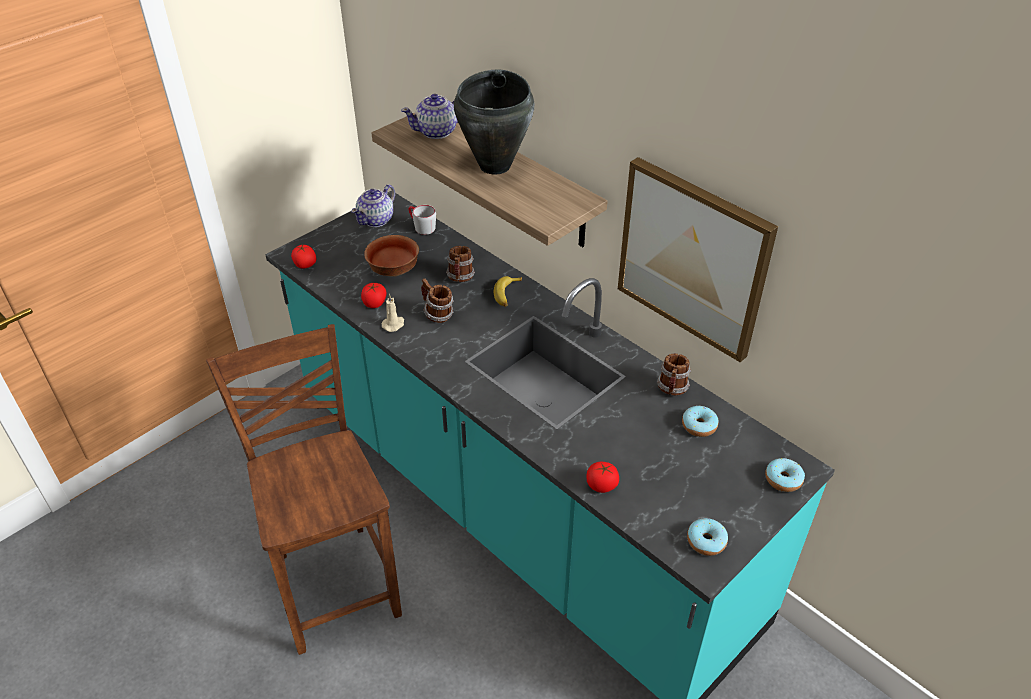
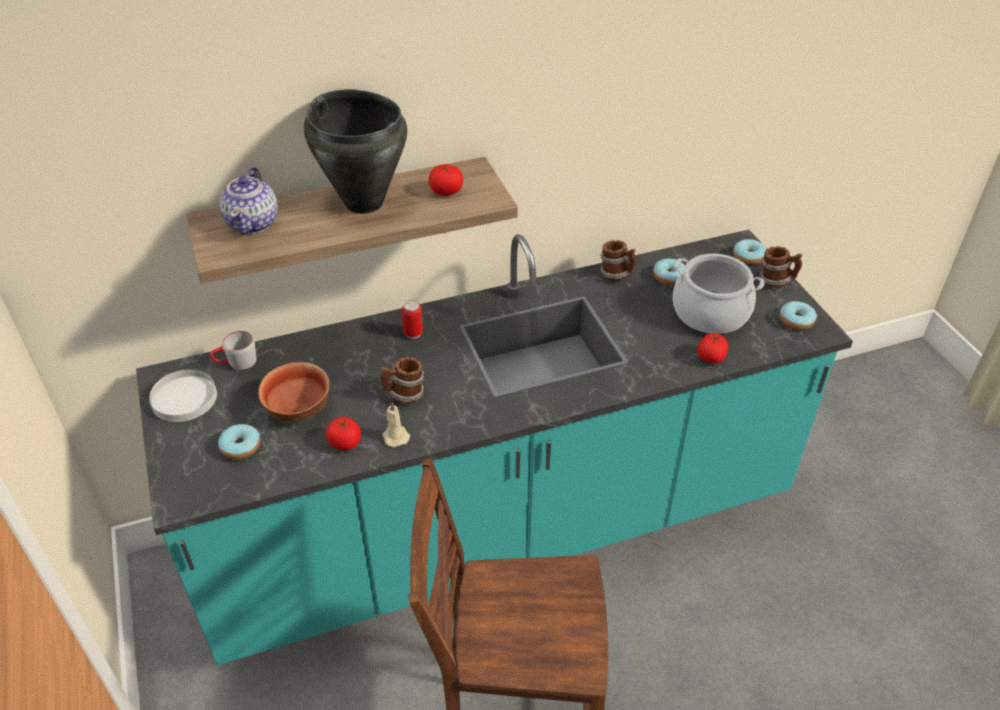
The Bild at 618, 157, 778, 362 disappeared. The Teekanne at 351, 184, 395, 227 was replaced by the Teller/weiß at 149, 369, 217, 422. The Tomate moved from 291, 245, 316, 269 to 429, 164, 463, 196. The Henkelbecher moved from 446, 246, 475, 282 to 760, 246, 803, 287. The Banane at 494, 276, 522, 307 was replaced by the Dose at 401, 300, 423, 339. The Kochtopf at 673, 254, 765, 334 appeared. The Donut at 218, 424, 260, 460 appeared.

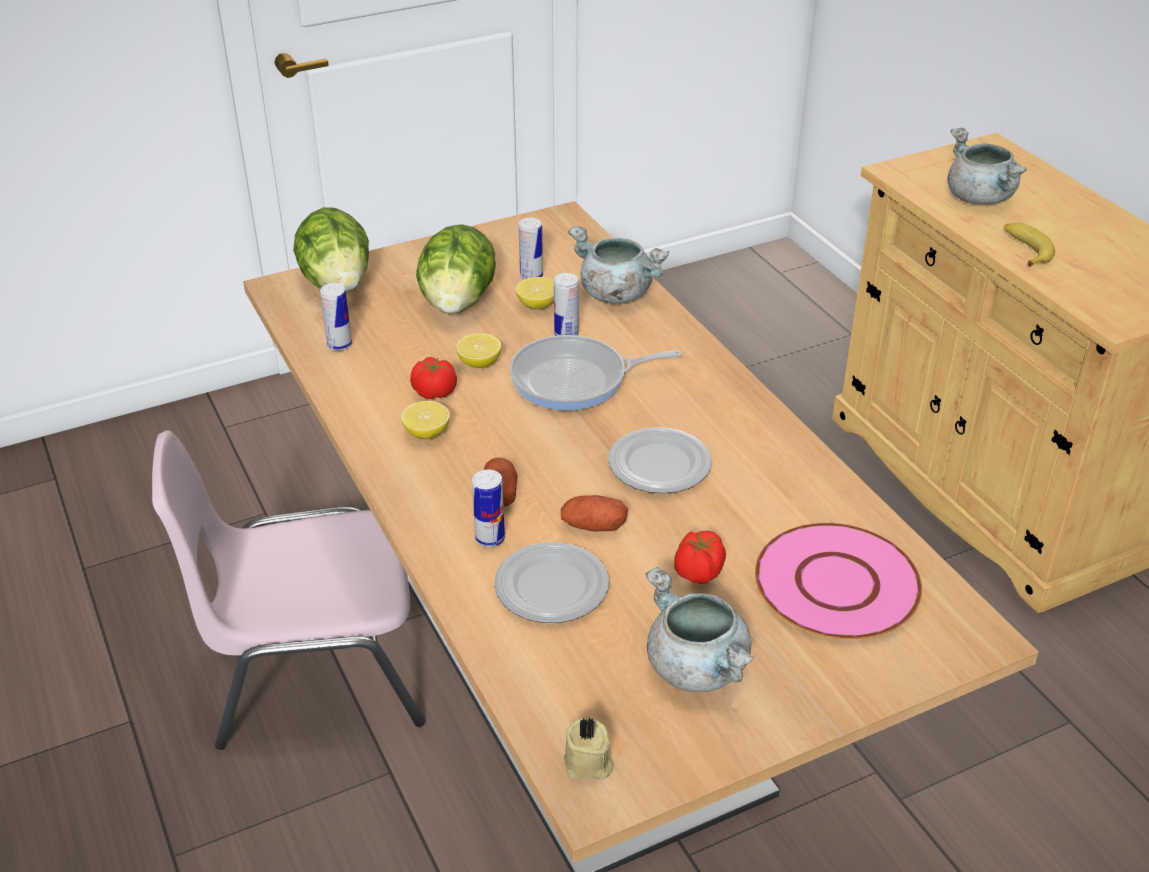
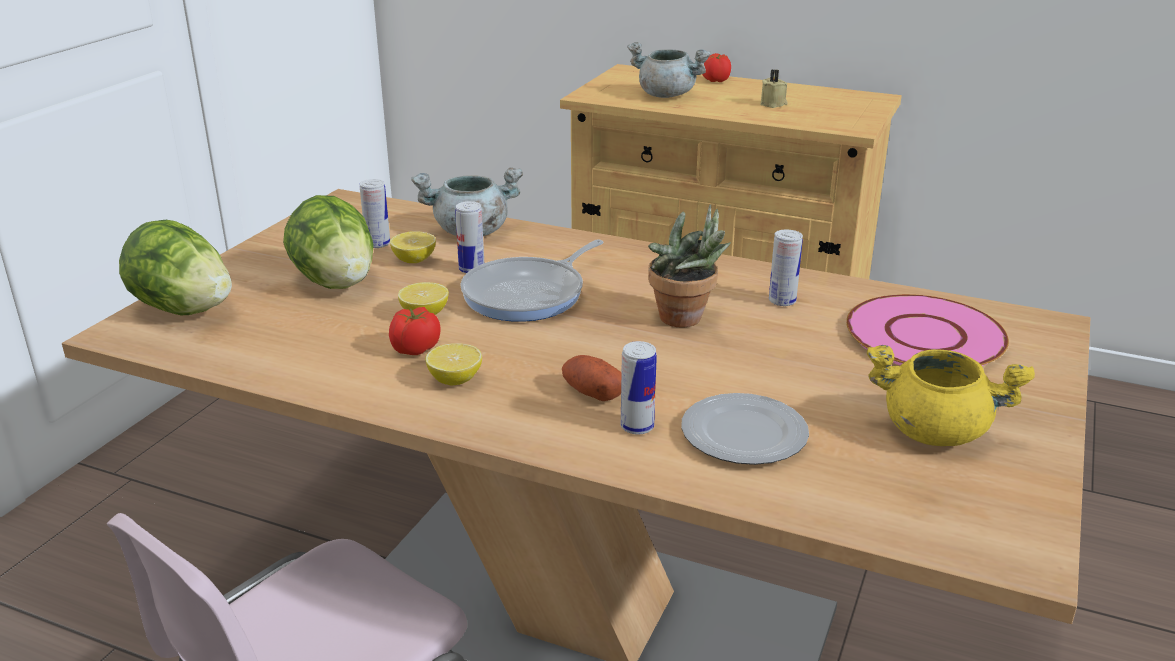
The Banane at 1004, 223, 1055, 267 disappeared. The Dose moved from 320, 283, 352, 351 to 769, 229, 803, 306. The Teller at 608, 427, 712, 494 was replaced by the Topfpflanze at 648, 204, 731, 327. The Kartoffel at 561, 495, 628, 532 disappeared. The Tomate moved from 674, 531, 726, 584 to 702, 53, 731, 82. The Kochtopf/grau at 646, 567, 755, 692 became the Kochtopf/gelb at 867, 345, 1035, 446. The Kerze/beige moved from 564, 717, 614, 780 to 760, 69, 788, 108.

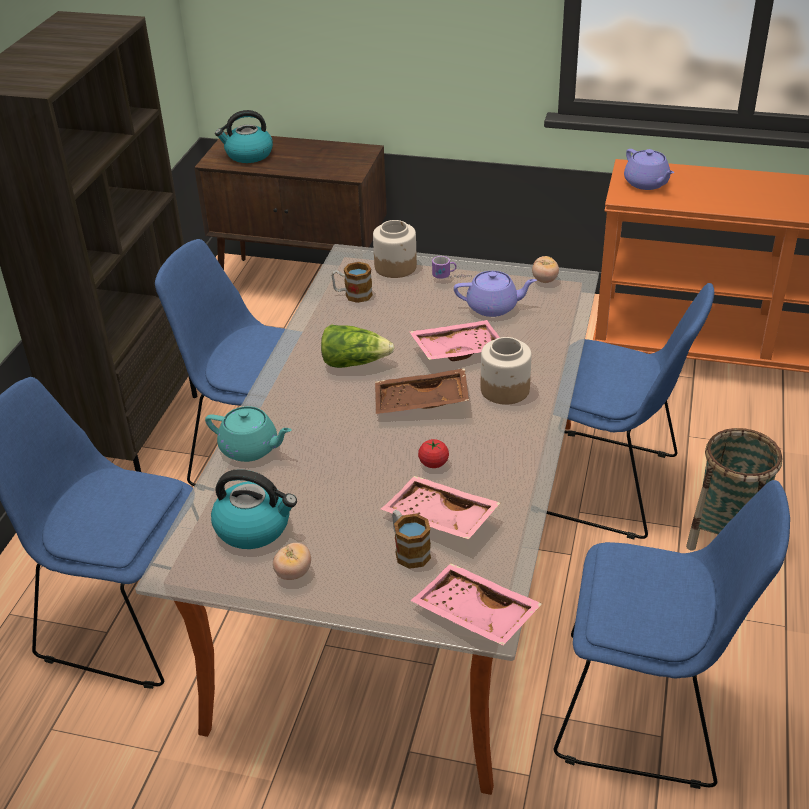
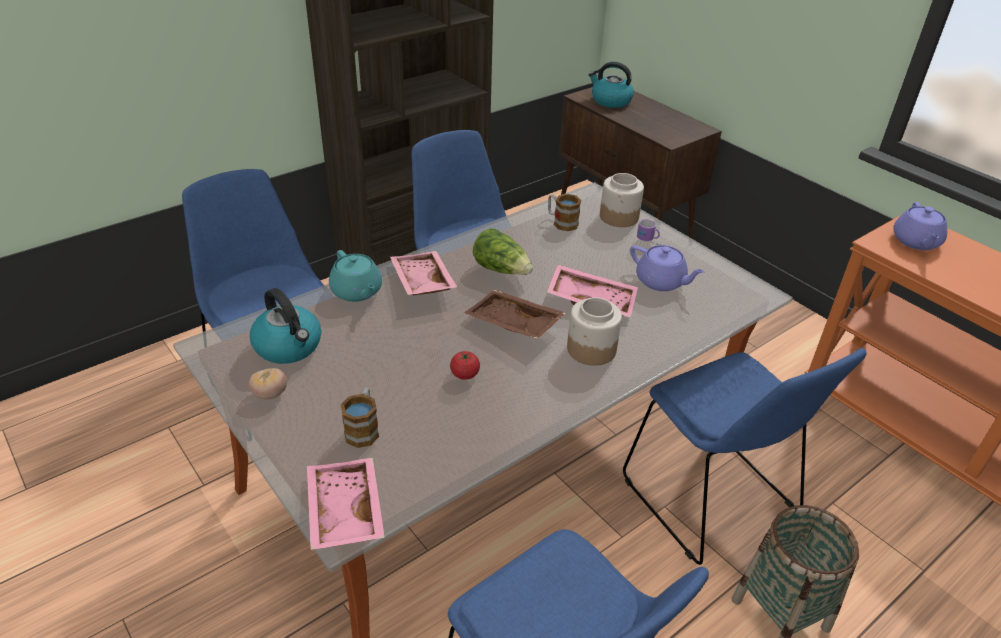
The Tomate at 532, 256, 559, 283 disappeared. The Tablett/rosa moved from 381, 476, 500, 540 to 390, 251, 457, 295.

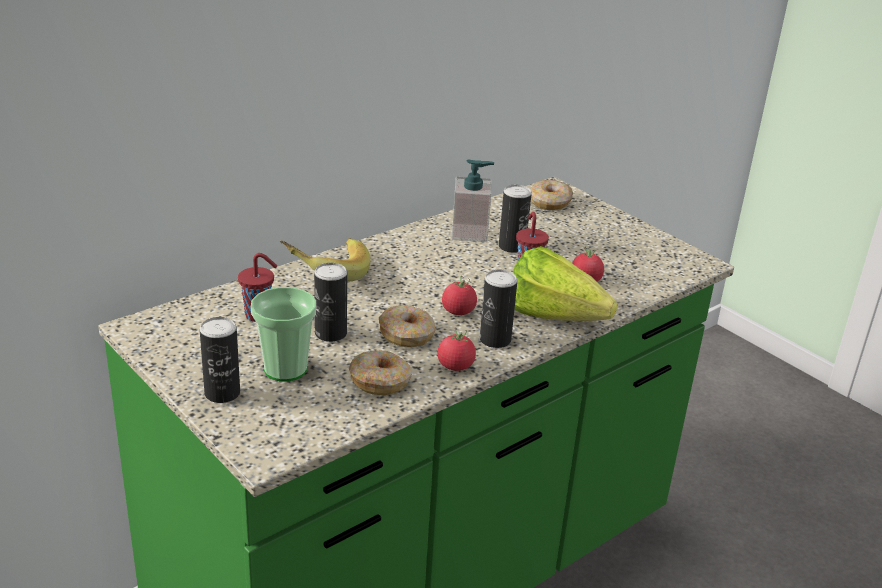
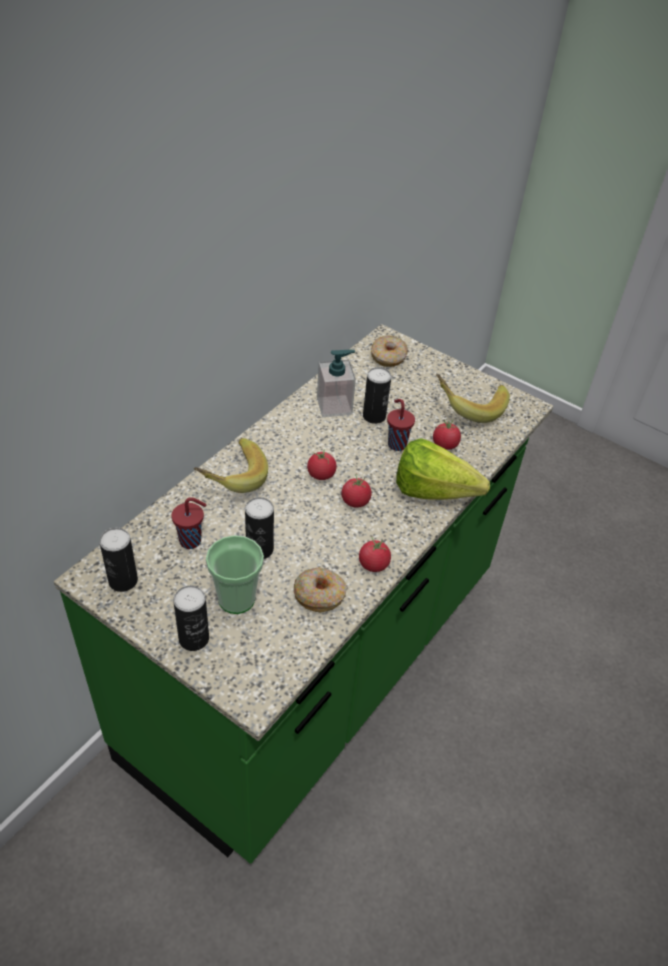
The Dose moved from 480, 269, 518, 348 to 99, 528, 138, 592. The Donut at 379, 305, 436, 347 disappeared. The Banane at 436, 374, 510, 423 appeared. The Tomate at 307, 449, 337, 480 appeared.

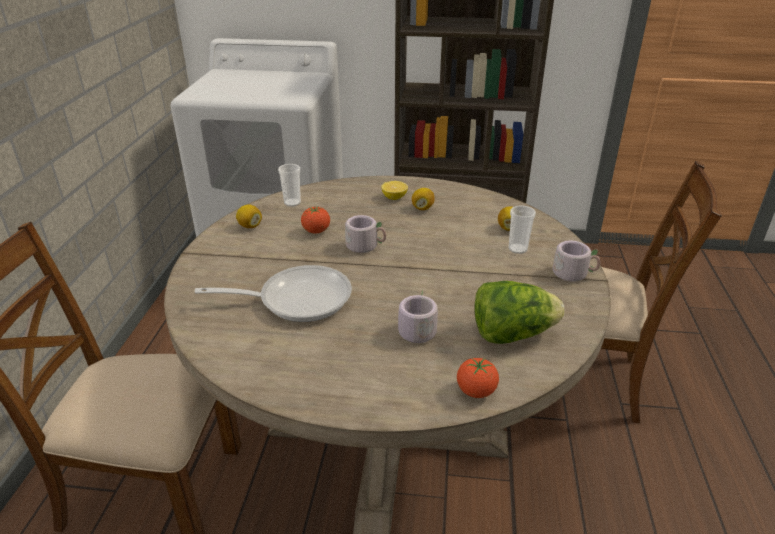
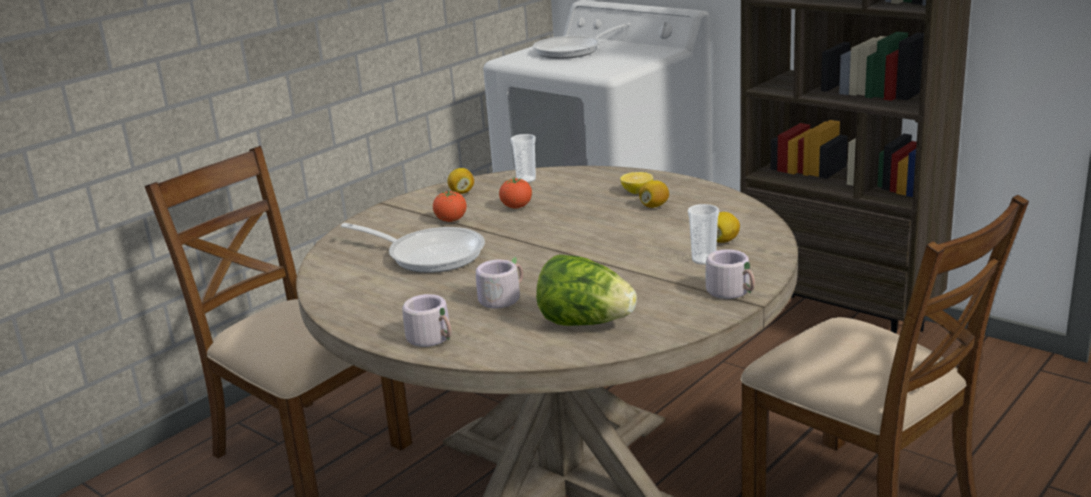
The Henkelbecher/grau moved from 345, 215, 386, 253 to 402, 294, 452, 347. The Tomate moved from 457, 358, 499, 398 to 433, 191, 467, 222. The Pfanne at 533, 23, 631, 59 appeared.

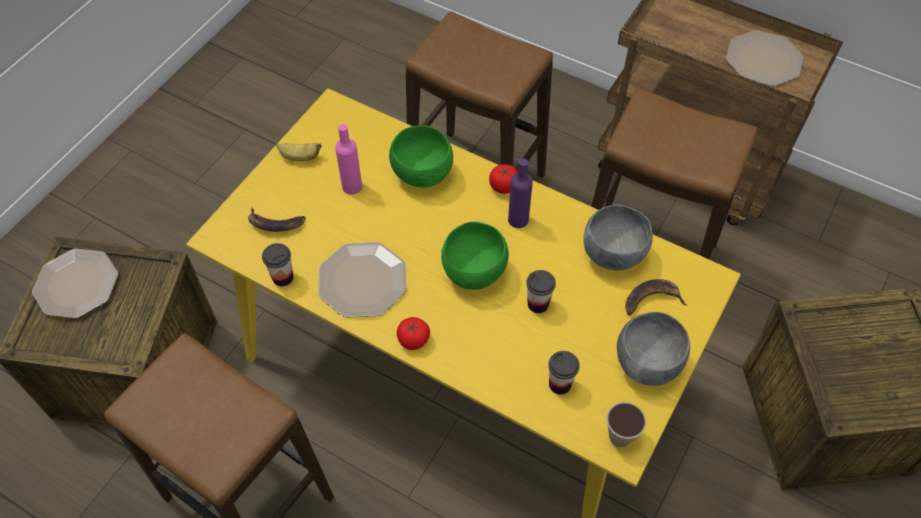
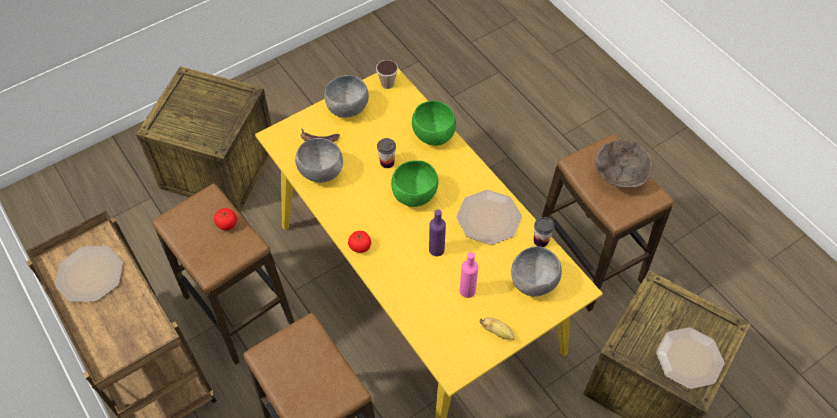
The Schüssel/grün moved from 389, 125, 453, 187 to 412, 101, 456, 146. The Flasche/lila moved from 508, 158, 533, 228 to 429, 209, 446, 256. The Banane at 248, 207, 306, 232 was replaced by the Schüssel/grau at 511, 246, 562, 297. The Tomate moved from 397, 317, 430, 350 to 214, 208, 237, 230. The Tasse at 548, 351, 580, 395 disappeared. The Schüssel/braun at 595, 140, 653, 188 appeared.

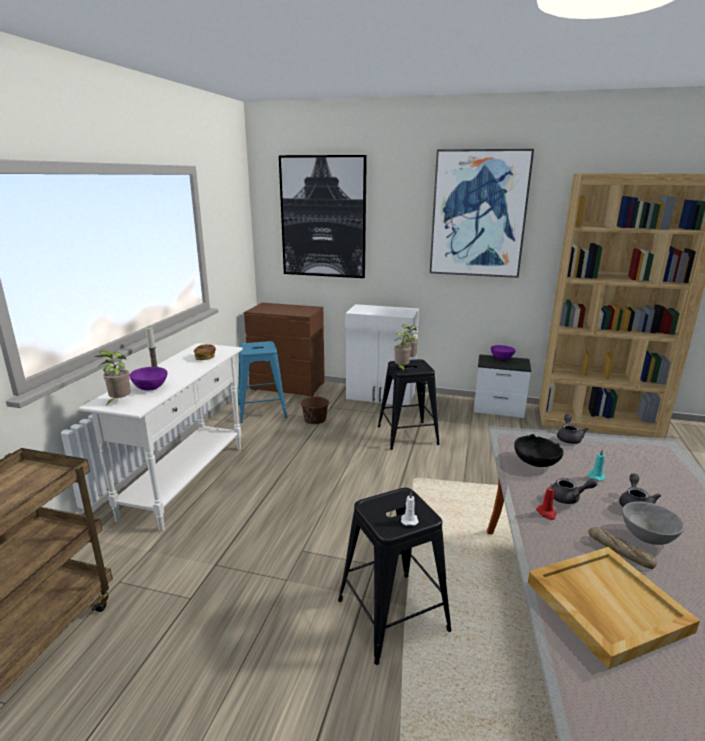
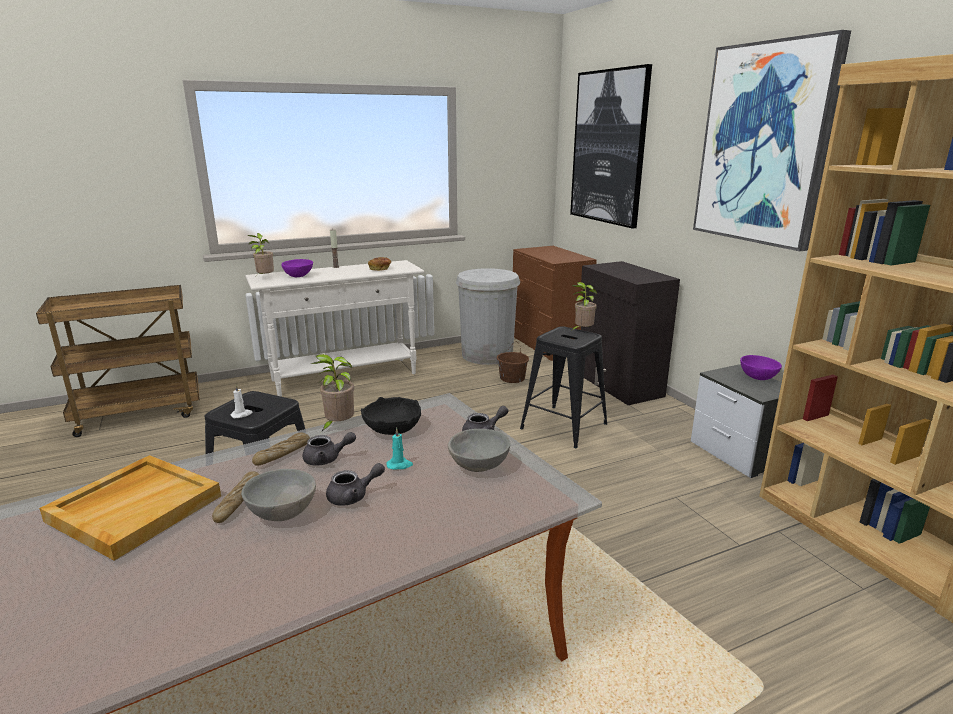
The Schrank/weiß at 345, 304, 419, 406 became the Schrank/schwarz at 581, 261, 680, 405. The Topfpflanze moved from 394, 331, 411, 371 to 311, 354, 354, 432. The Hocker/blau at 238, 341, 287, 423 was replaced by the Mülleimer/weiß at 456, 268, 520, 365. The Teekanne/grau at 552, 478, 597, 504 turned 60 degrees counterclockwise. The Kerze/rot at 536, 482, 557, 520 was replaced by the Brot at 252, 432, 310, 466. The Schüssel/grau at 448, 429, 510, 472 appeared.

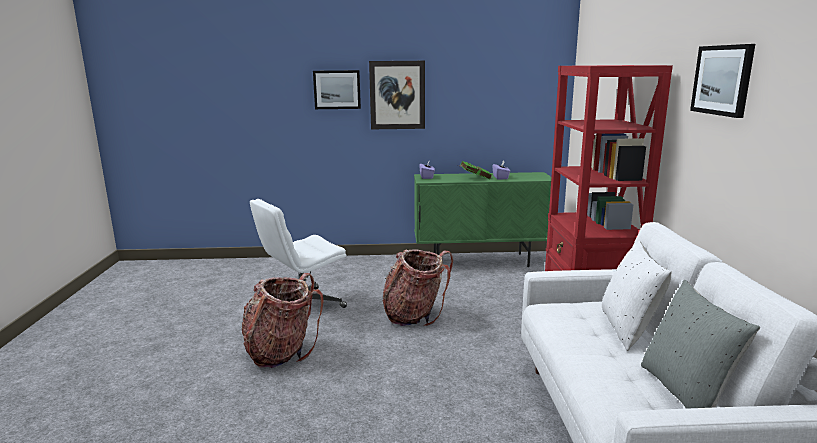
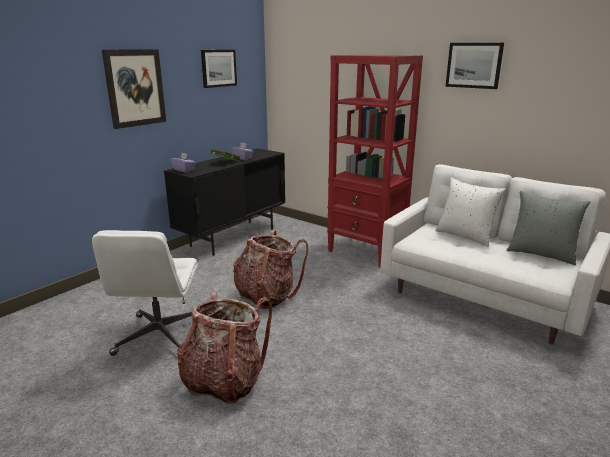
The Bild moved from 313, 70, 361, 109 to 201, 50, 237, 88. The Schrank/grün at 414, 172, 551, 267 became the Schrank/schwarz at 164, 148, 285, 256.

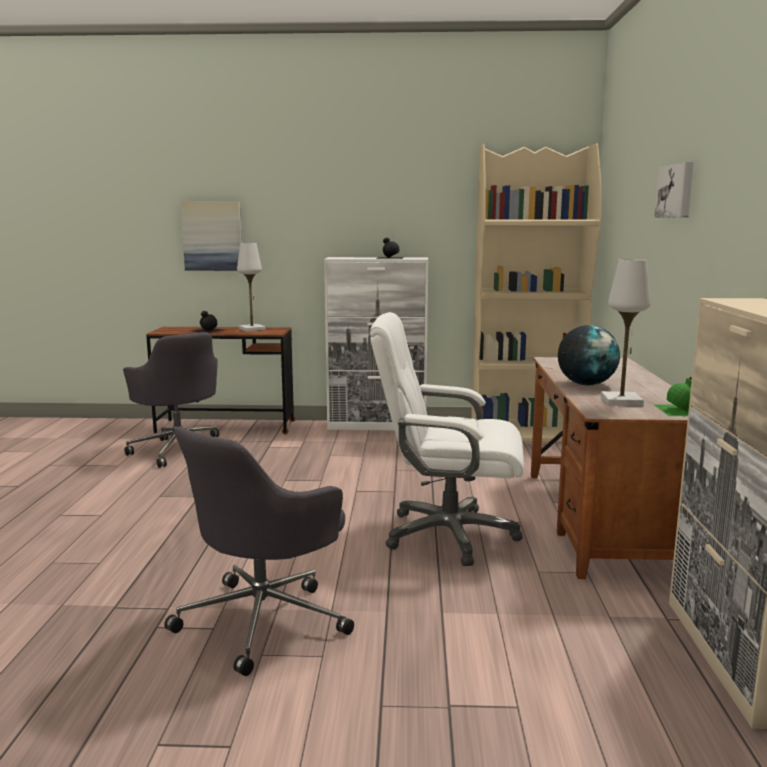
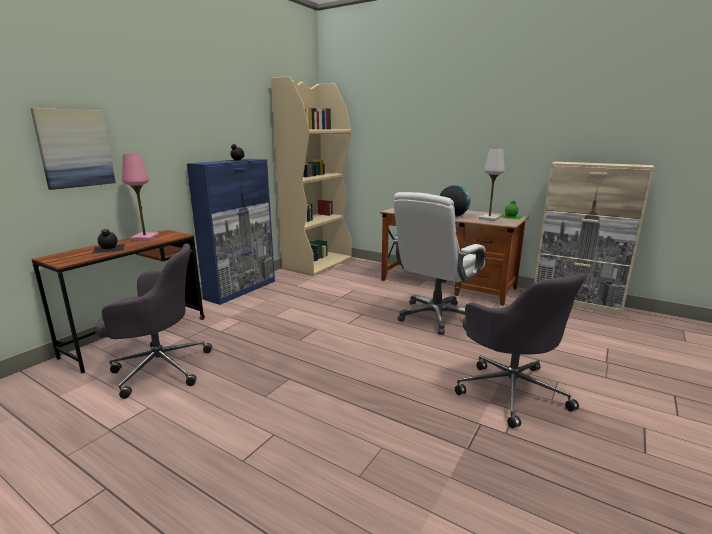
The Bild at 654, 162, 693, 218 disappeared. The Tischlampe/weiß at 237, 243, 265, 332 became the Tischlampe/rosa at 122, 154, 159, 241. The Schrank/weiß at 324, 257, 428, 430 became the Schrank/blau at 187, 159, 275, 305.

